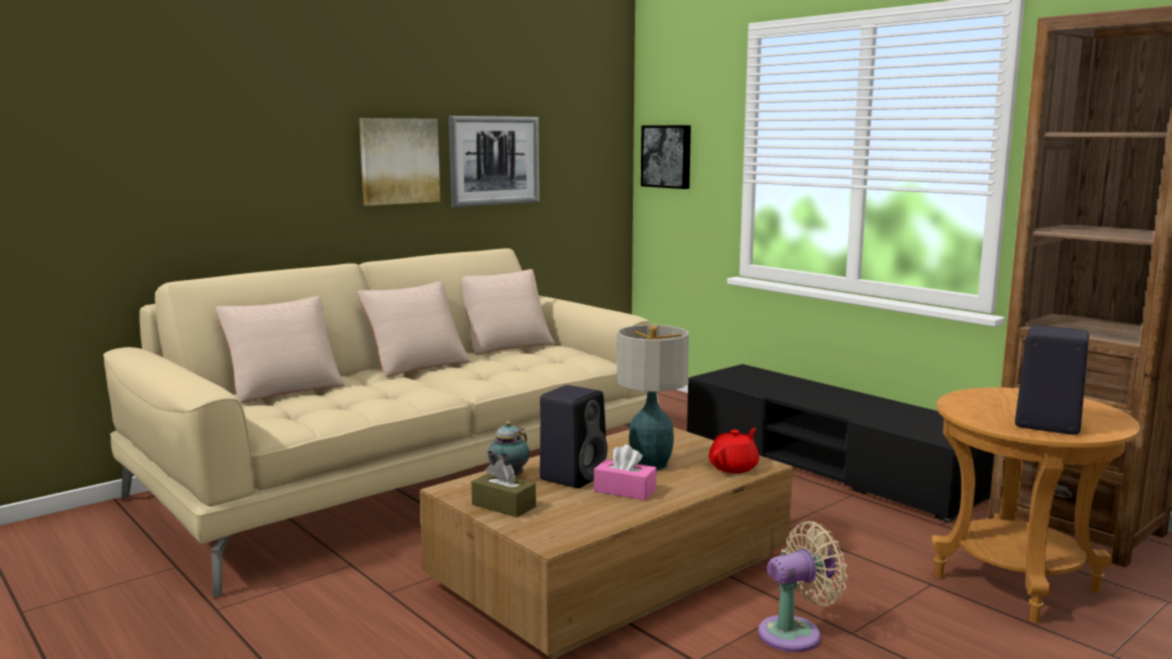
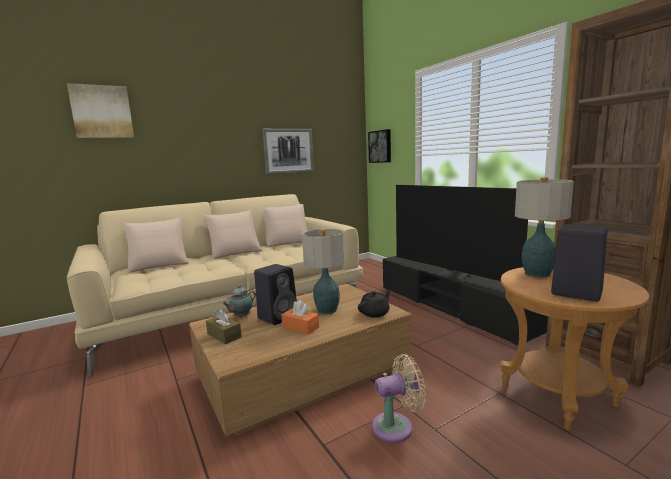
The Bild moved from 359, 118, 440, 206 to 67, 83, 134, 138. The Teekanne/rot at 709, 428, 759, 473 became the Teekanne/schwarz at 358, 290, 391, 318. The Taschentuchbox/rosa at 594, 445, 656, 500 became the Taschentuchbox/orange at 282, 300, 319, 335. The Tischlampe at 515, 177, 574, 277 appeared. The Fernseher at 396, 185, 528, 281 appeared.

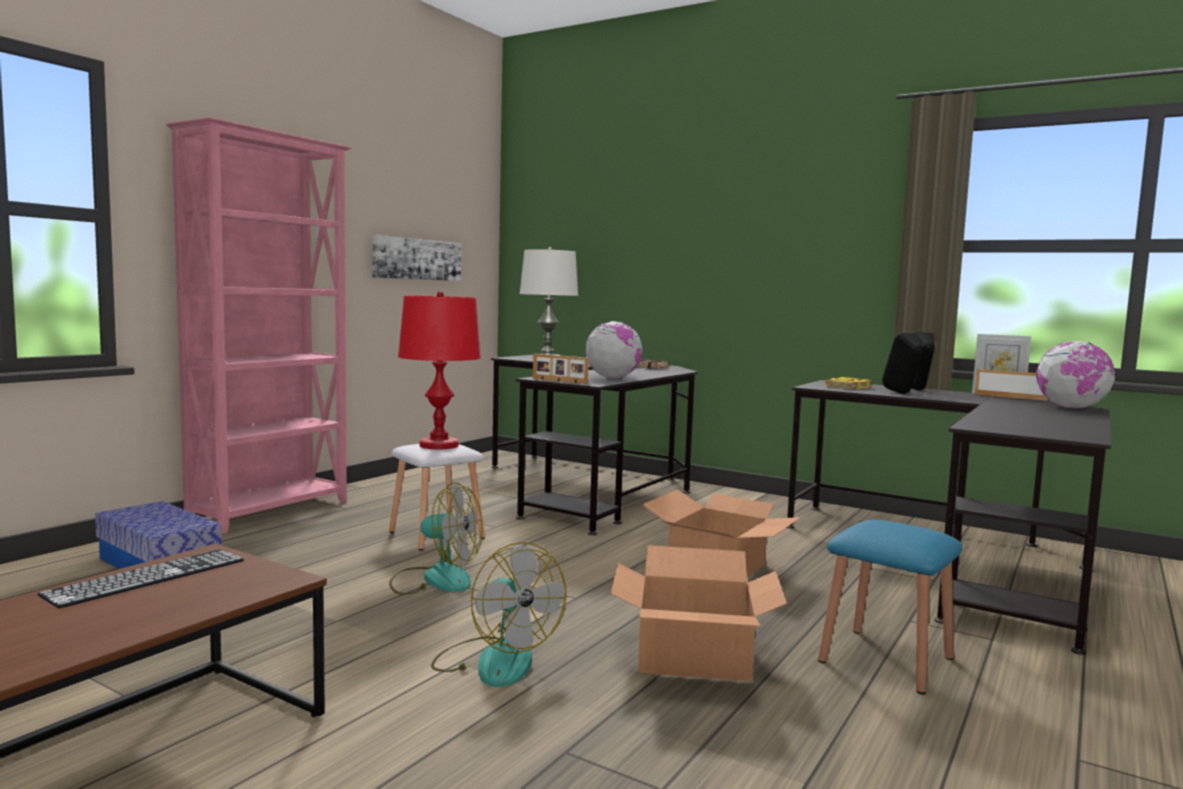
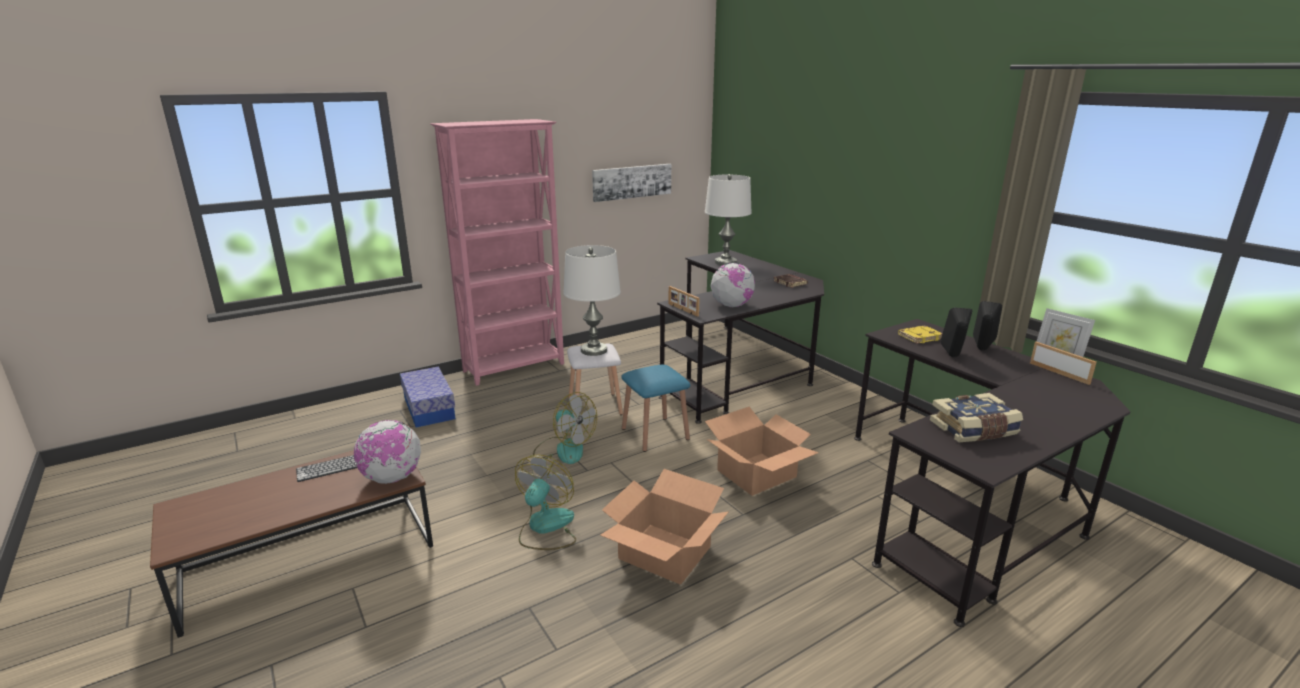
The Tischlampe/rot at 398, 291, 481, 449 became the Tischlampe/weiß at 563, 245, 621, 356. The Globus moved from 1036, 341, 1115, 409 to 354, 420, 421, 484. The Hocker/blau moved from 818, 520, 963, 694 to 621, 365, 690, 452. The Ventilator at 431, 542, 567, 687 turned 150 degrees counterclockwise. The Buch at 930, 393, 1023, 442 appeared.

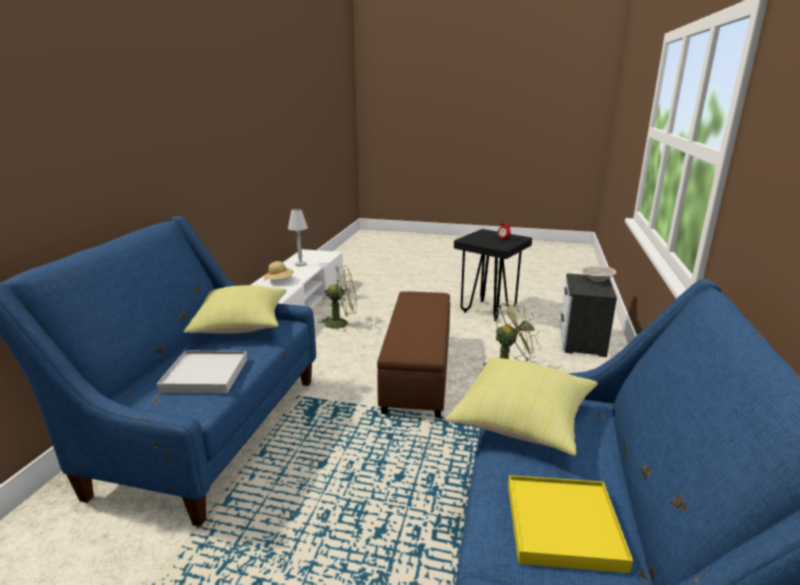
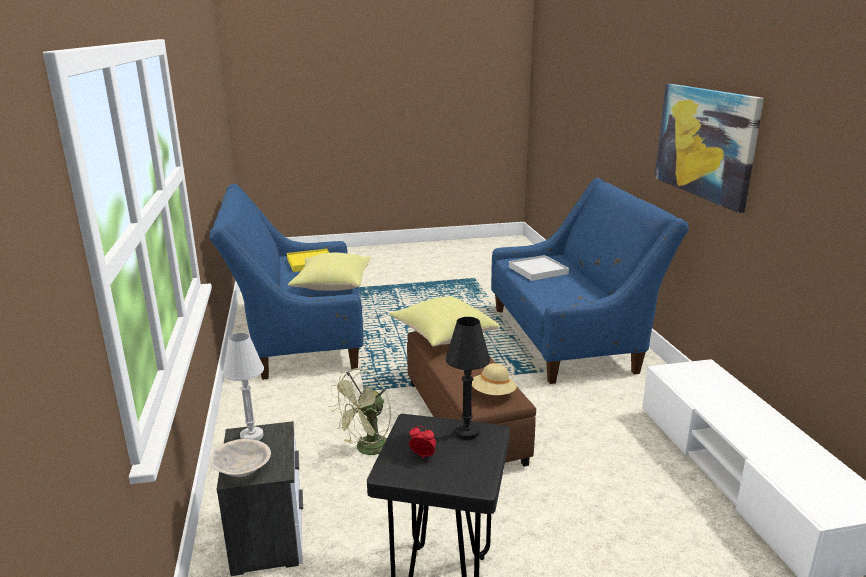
The Tischlampe/weiß moved from 288, 209, 308, 266 to 223, 333, 264, 441. The Hut/beige moved from 264, 261, 294, 280 to 472, 363, 517, 395. The Ventilator/grün at 318, 266, 357, 332 disappeared. The Kissen/gelb moved from 184, 285, 287, 334 to 389, 296, 500, 347. The Bild at 655, 84, 764, 213 appeared. The Tischlampe/schwarz at 445, 317, 490, 440 appeared.

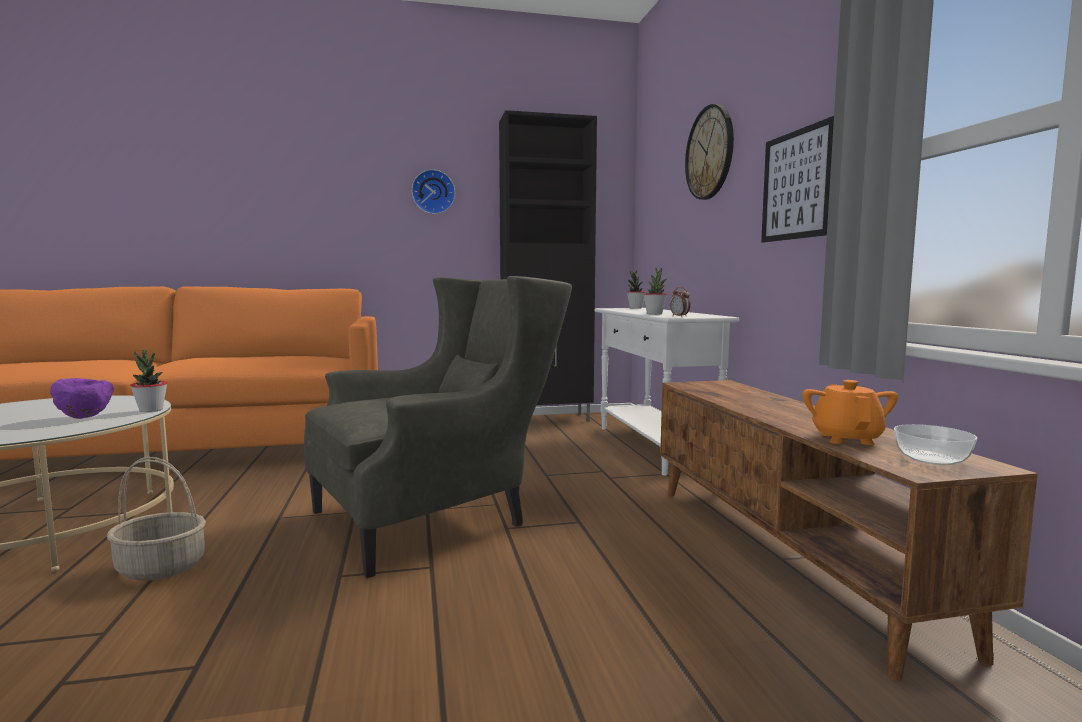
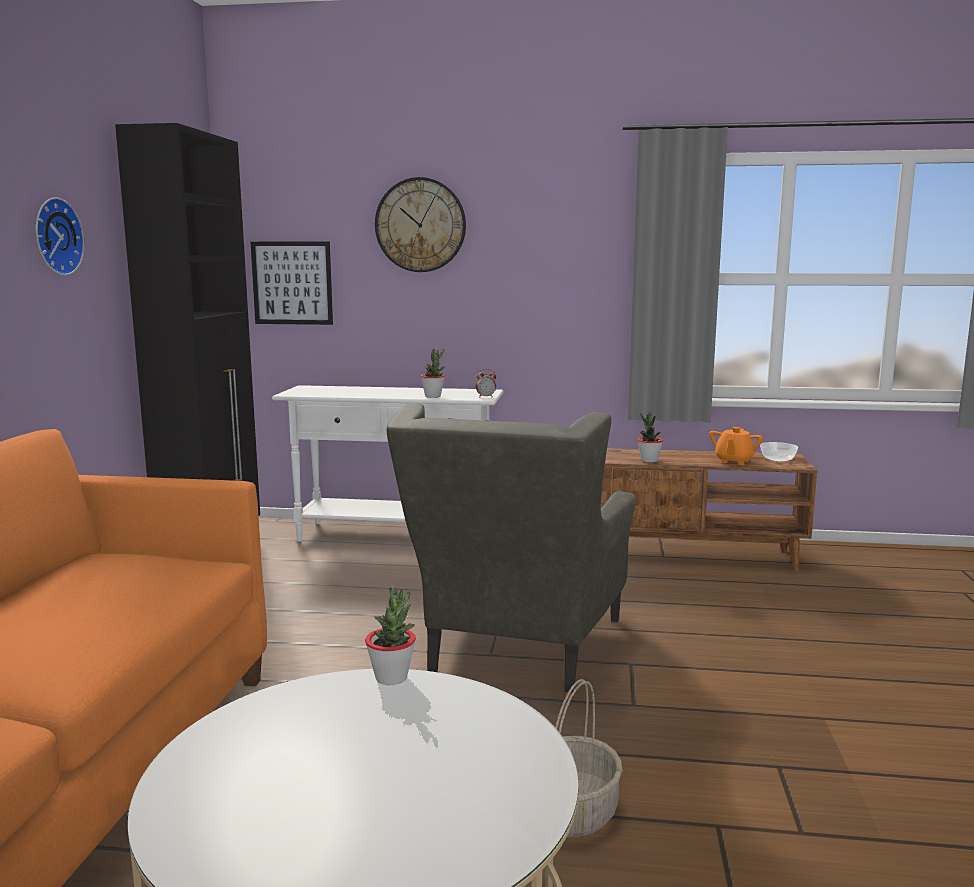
The Bild moved from 761, 116, 834, 243 to 251, 241, 333, 325. The Topfpflanze moved from 627, 271, 646, 309 to 637, 413, 663, 463. The Sessel/grau at 304, 276, 572, 578 turned 150 degrees counterclockwise. The Schüssel/lila at 50, 378, 114, 419 disappeared. The Teekanne/orange at 802, 380, 898, 445 turned 90 degrees counterclockwise.

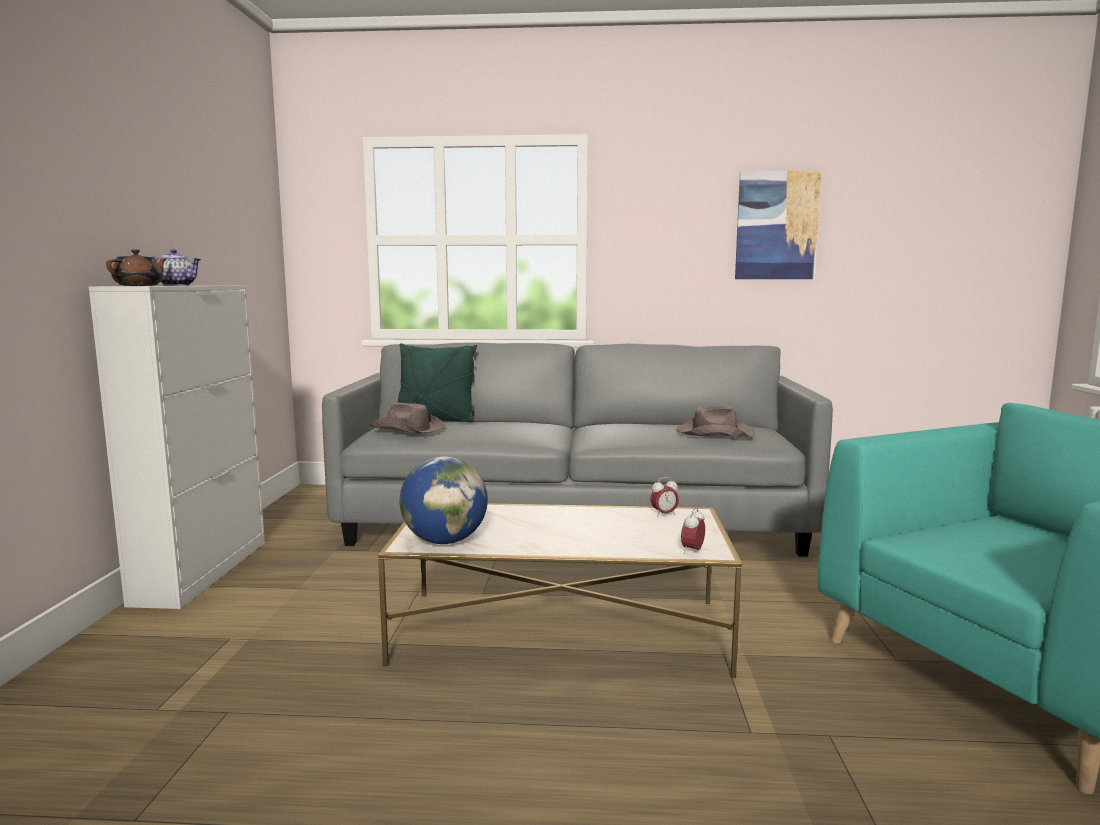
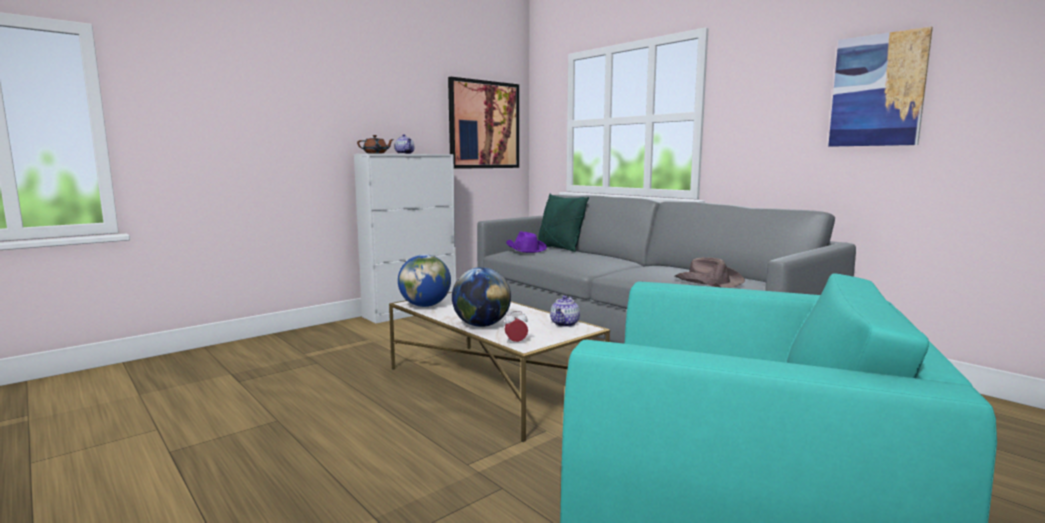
The Hut/braun at 369, 403, 445, 434 became the Hut/lila at 506, 231, 547, 253. The Wecker at 650, 477, 679, 517 was replaced by the Teekanne at 550, 296, 580, 327. The Bild at 448, 77, 519, 169 appeared. The Globus at 452, 267, 511, 327 appeared.

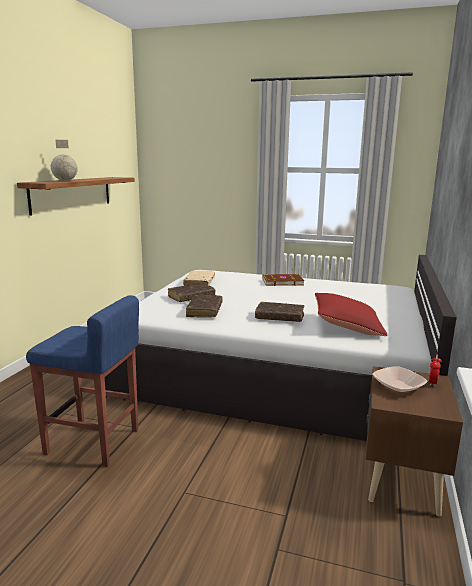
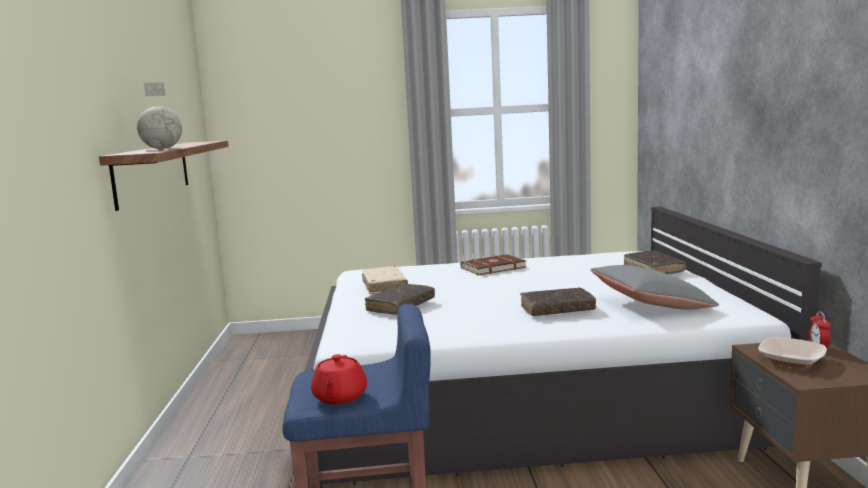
The Kissen/rot at 315, 293, 388, 336 became the Kissen/grau at 590, 265, 719, 310. The Buch/braun moved from 186, 295, 223, 317 to 624, 250, 686, 274. The Teekanne/rot at 311, 354, 367, 405 appeared.

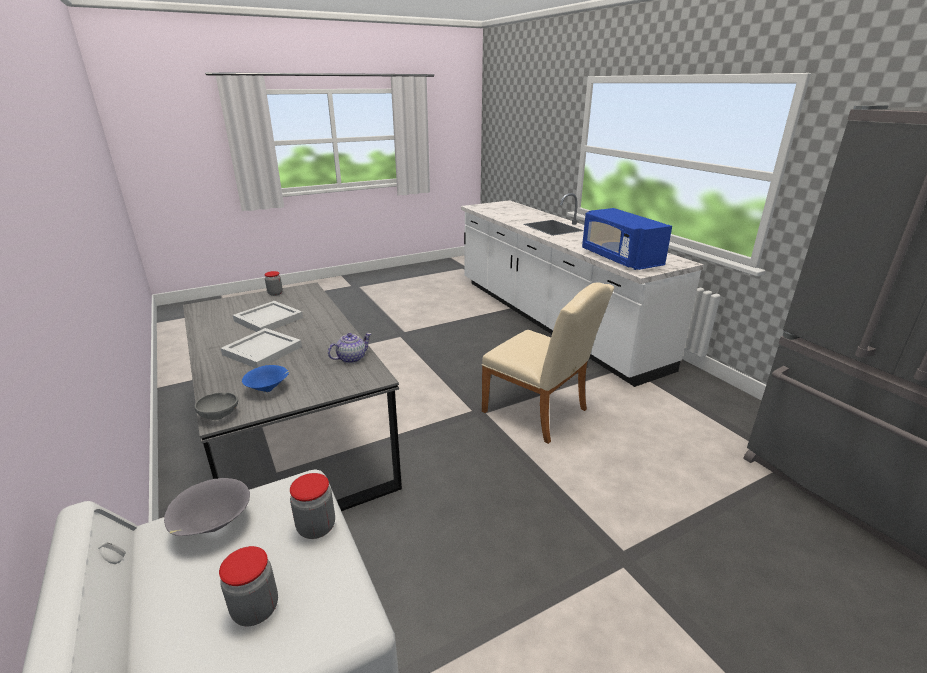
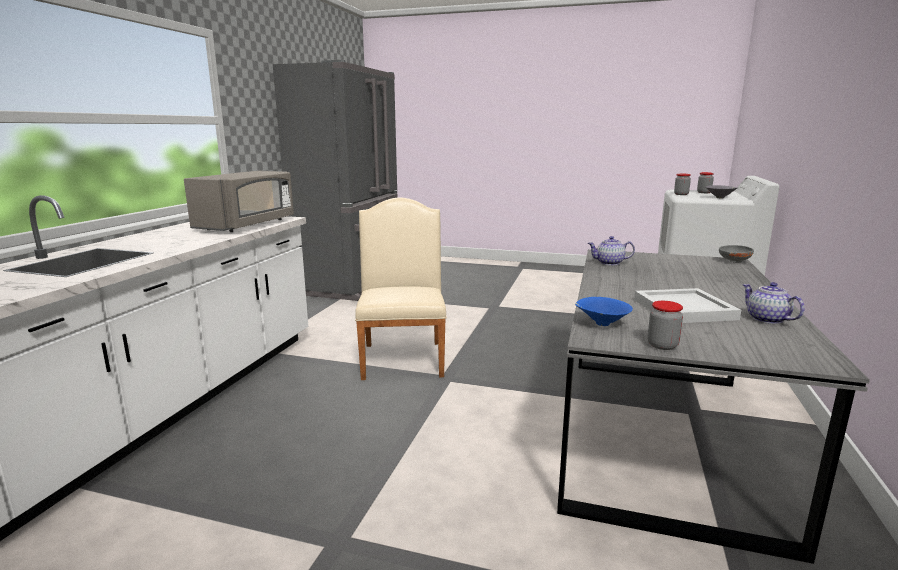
The Mikrowelle/blau at 582, 208, 672, 270 became the Mikrowelle/grau at 184, 171, 294, 232. The Tablett/weiß at 221, 328, 302, 368 disappeared. The Schüssel/blau moved from 242, 365, 289, 392 to 575, 297, 633, 326. The Teekanne at 742, 282, 805, 324 appeared.

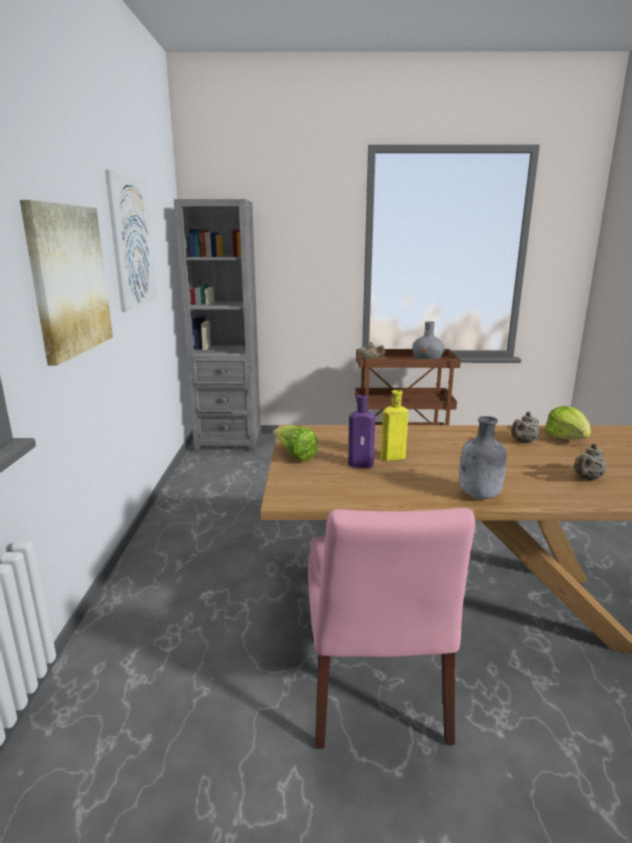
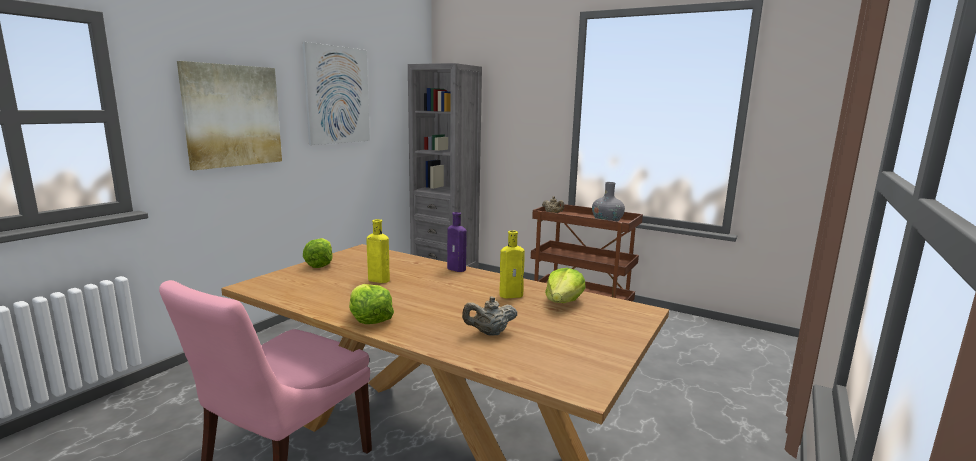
The Flasche/lila moved from 348, 395, 375, 468 to 447, 212, 467, 272. The Teekanne/beige at 511, 412, 539, 443 was replaced by the Flasche/gelb at 500, 231, 525, 298. The Flasche/grau at 459, 416, 507, 499 was replaced by the Salatkopf at 349, 284, 394, 324.

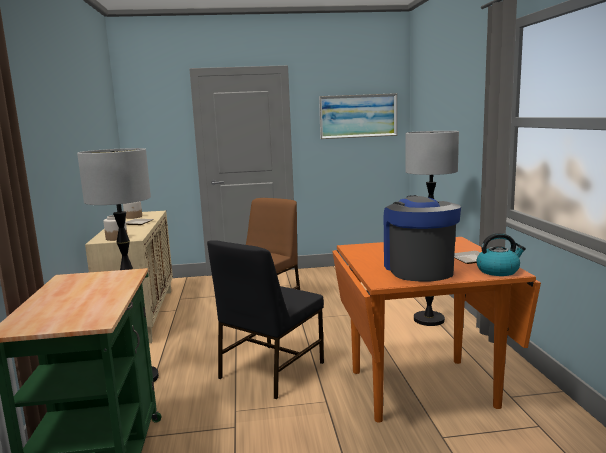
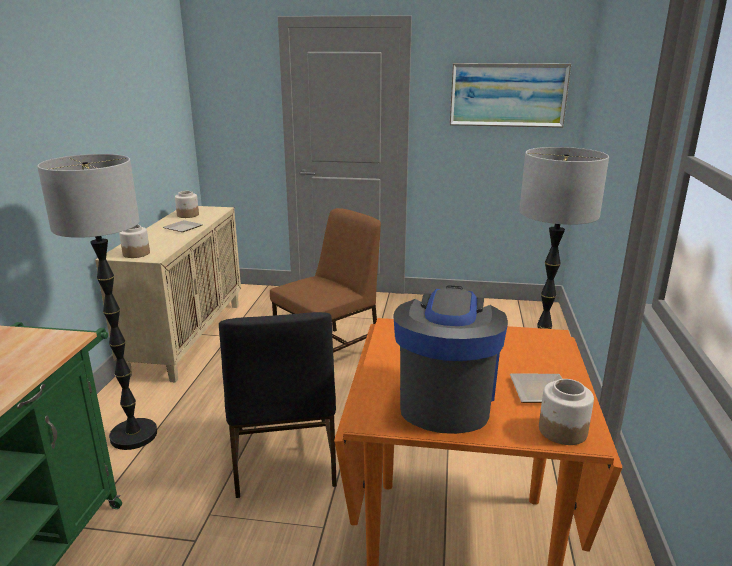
The Wasserkessel at 476, 233, 526, 276 was replaced by the Vorratsglas at 539, 379, 594, 445. The Stuhl/schwarz at 207, 240, 324, 399 turned 60 degrees counterclockwise.

